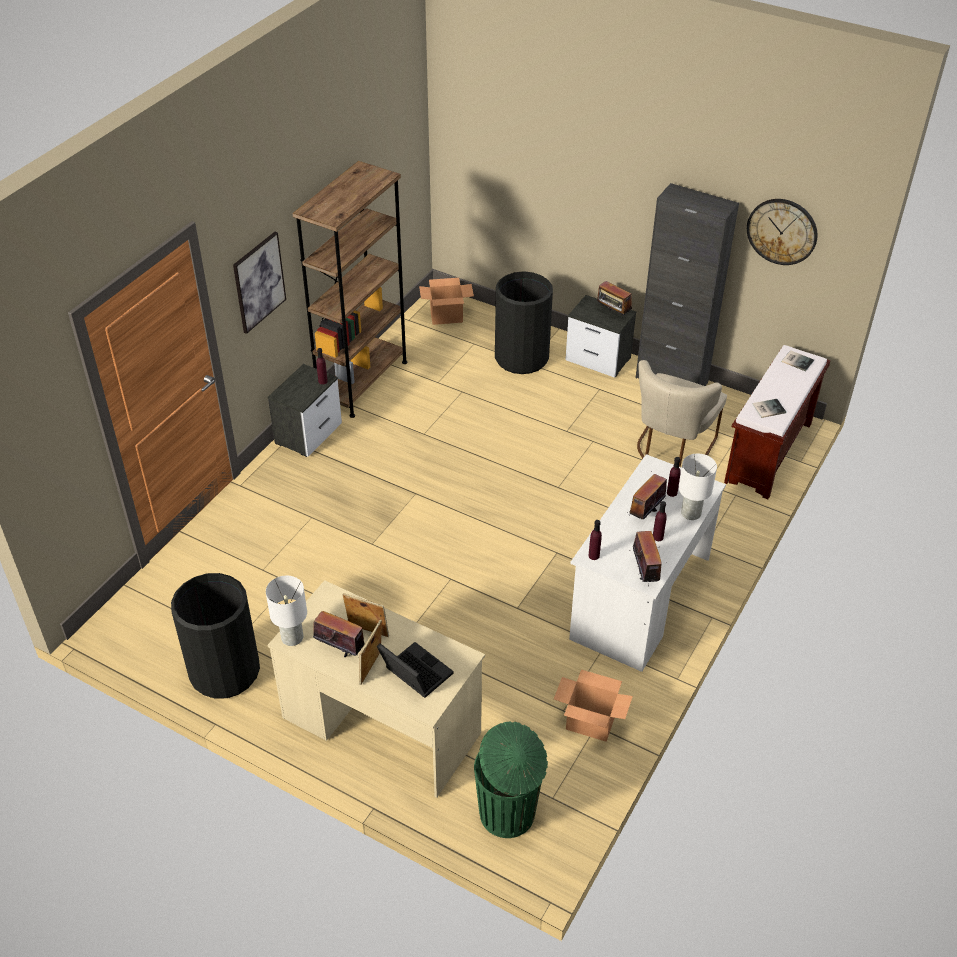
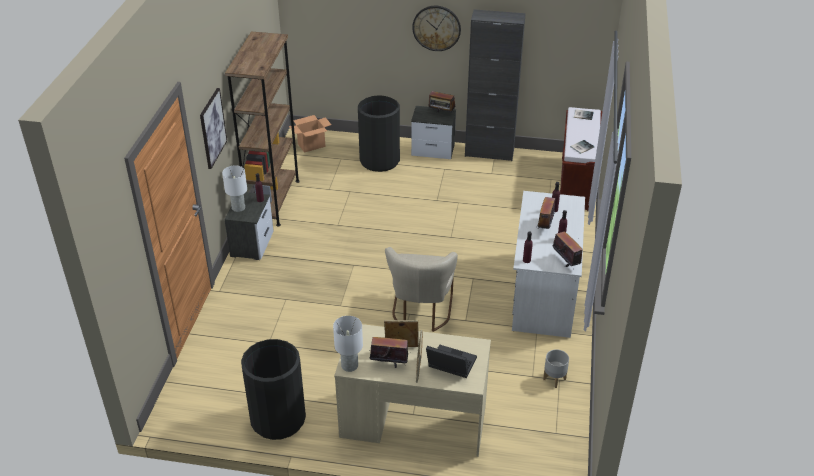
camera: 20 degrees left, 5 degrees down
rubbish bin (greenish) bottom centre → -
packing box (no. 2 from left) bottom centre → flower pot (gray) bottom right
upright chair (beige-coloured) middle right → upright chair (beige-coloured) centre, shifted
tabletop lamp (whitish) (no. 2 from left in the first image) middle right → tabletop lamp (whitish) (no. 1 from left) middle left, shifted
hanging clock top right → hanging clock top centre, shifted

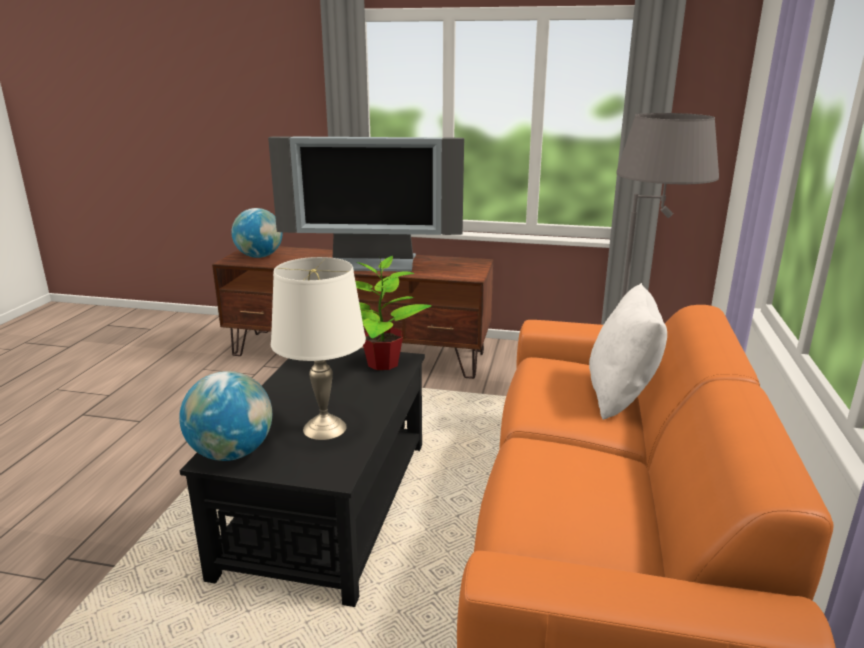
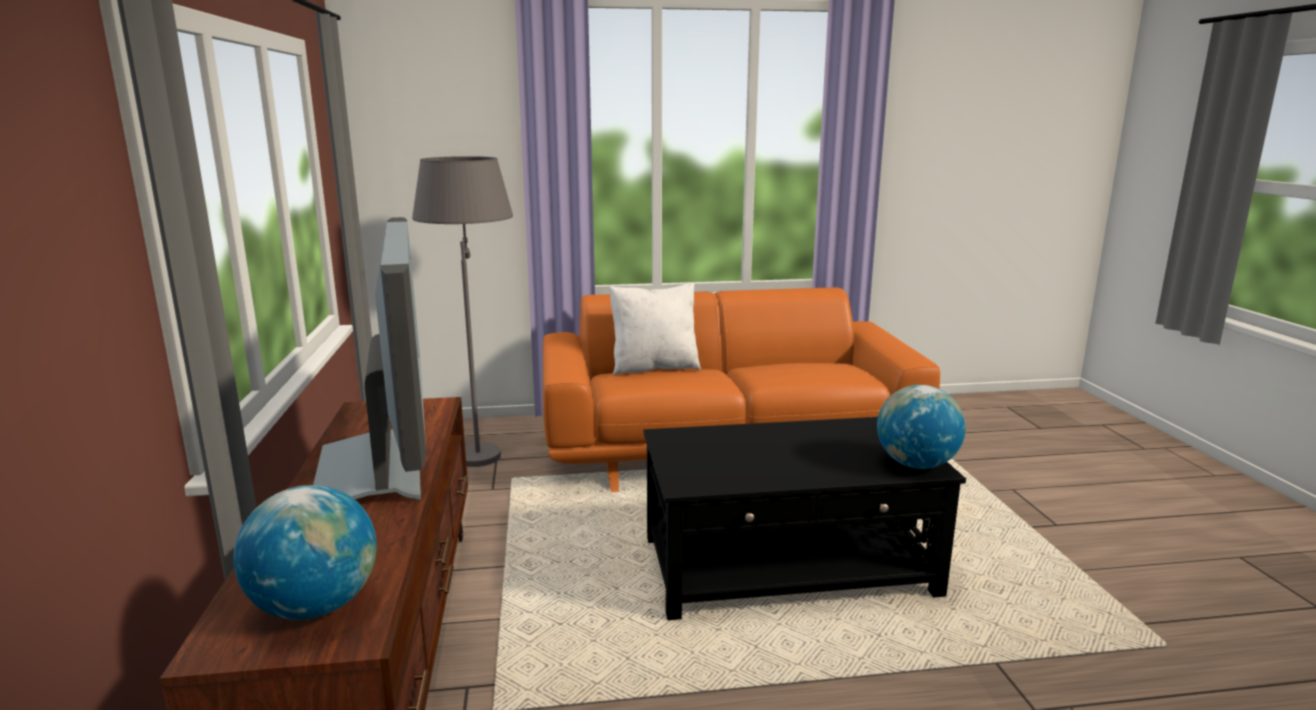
camera: 110 degrees left, 5 degrees down
tabletop lamp (whitish) centre → -
houseplant centre → -

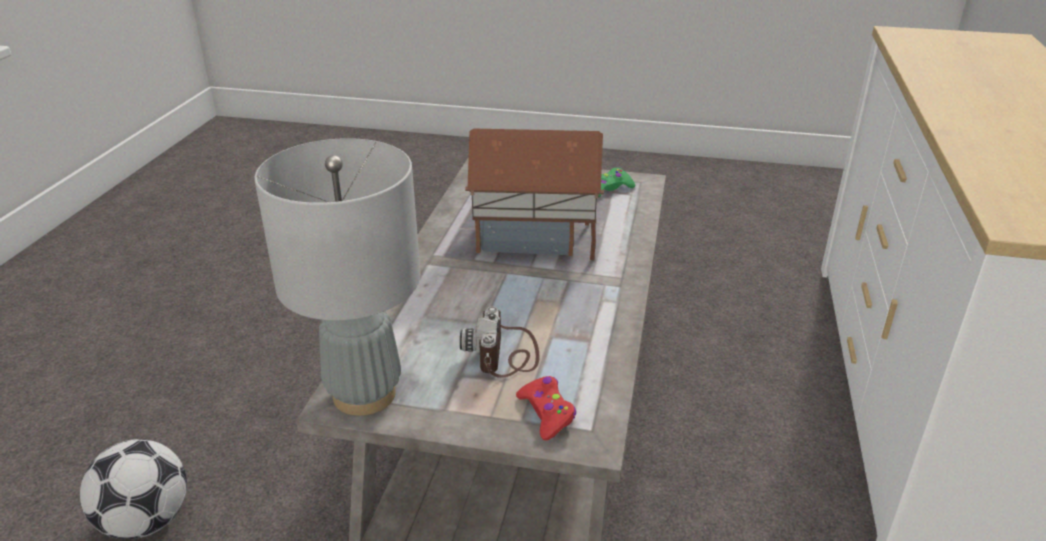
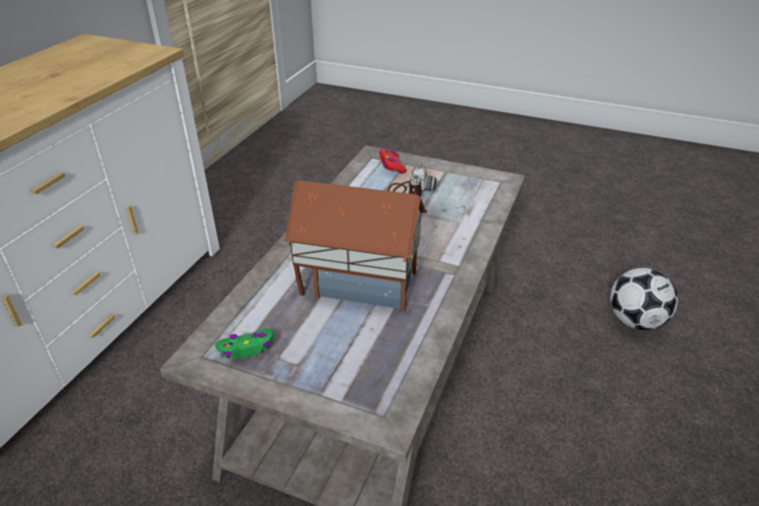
camera: 170 degrees left, 5 degrees up
tabletop lamp (gray) middle left → -

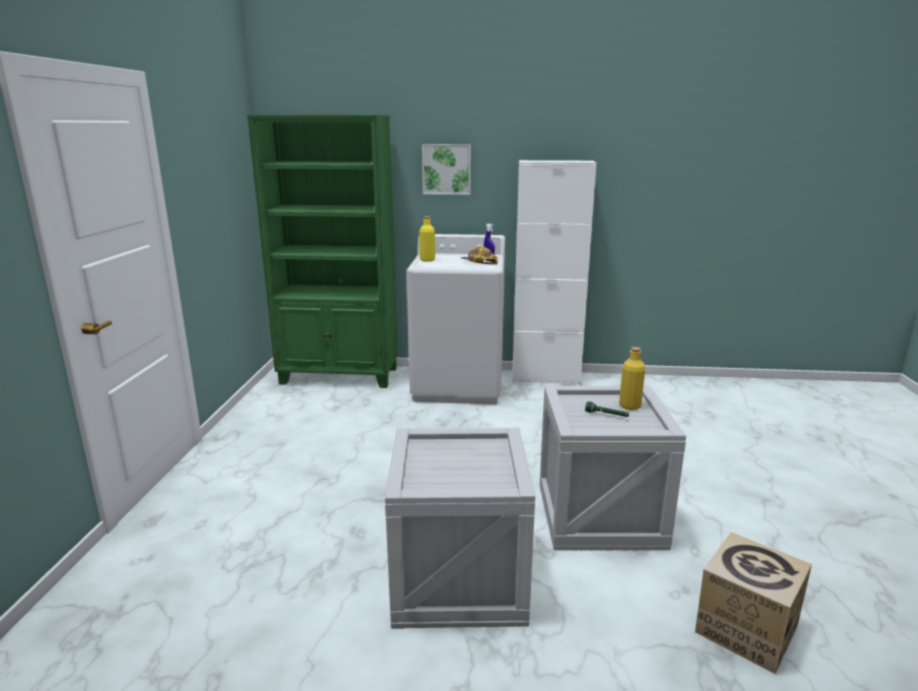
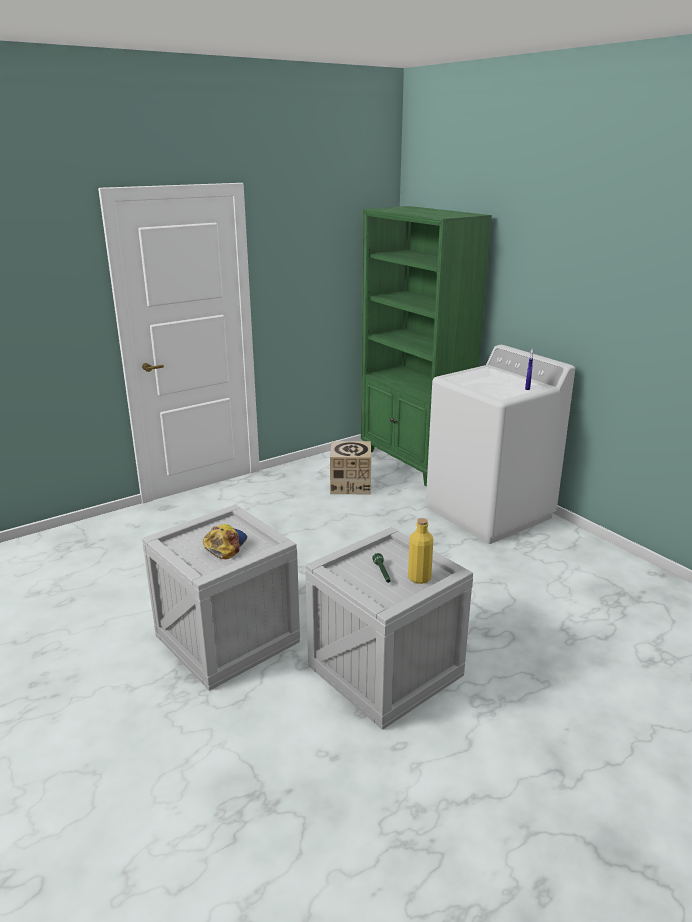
camera: 50 degrees right, 5 degrees up
drink bottle (yellowish) (no. 1 from left) centre → -
wall picture top centre → -
cap centre → cap middle left, shifted
cabinet (whitish) centre → -
packing box bottom right → packing box centre, shifted

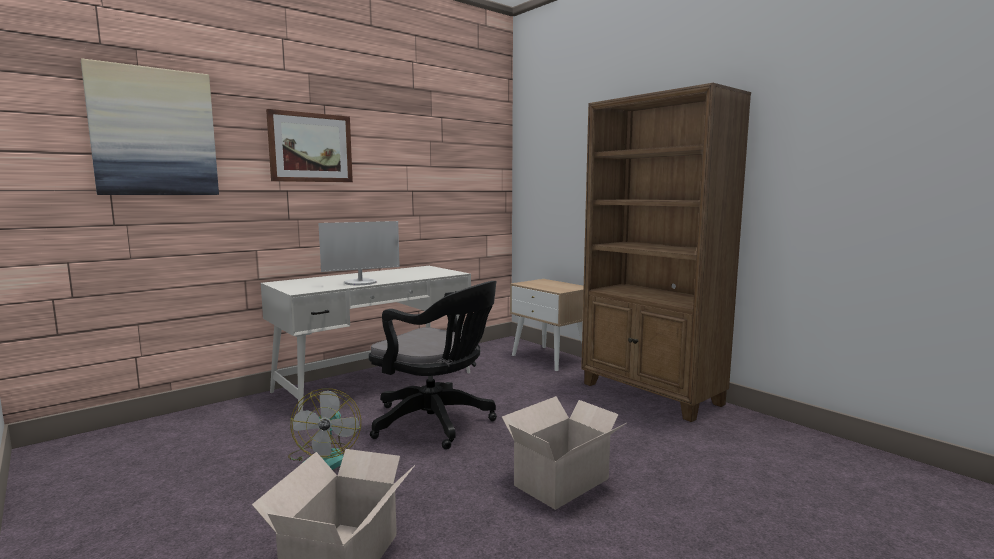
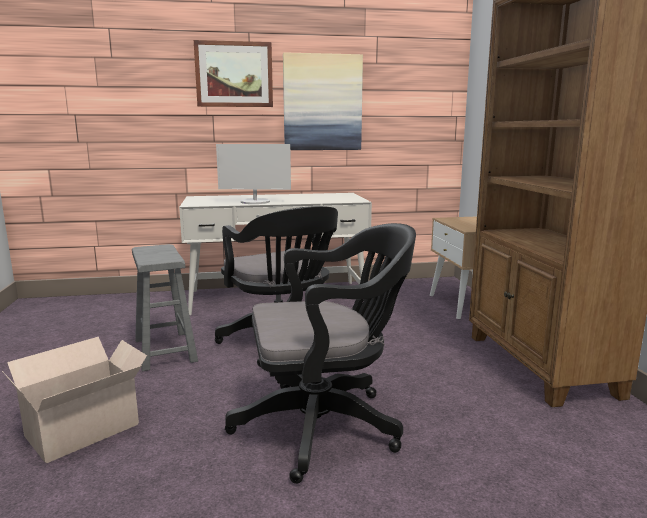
camera: 30 degrees right, 5 degrees up
wall picture (no. 1 from left in the first image) top left → wall picture (no. 2 from left) top centre, shifted
cooling fan bottom left → sitting stool (gray) middle left
packing box (no. 2 from left) bottom centre → office chair (black-coloured) (no. 2 from left) bottom centre

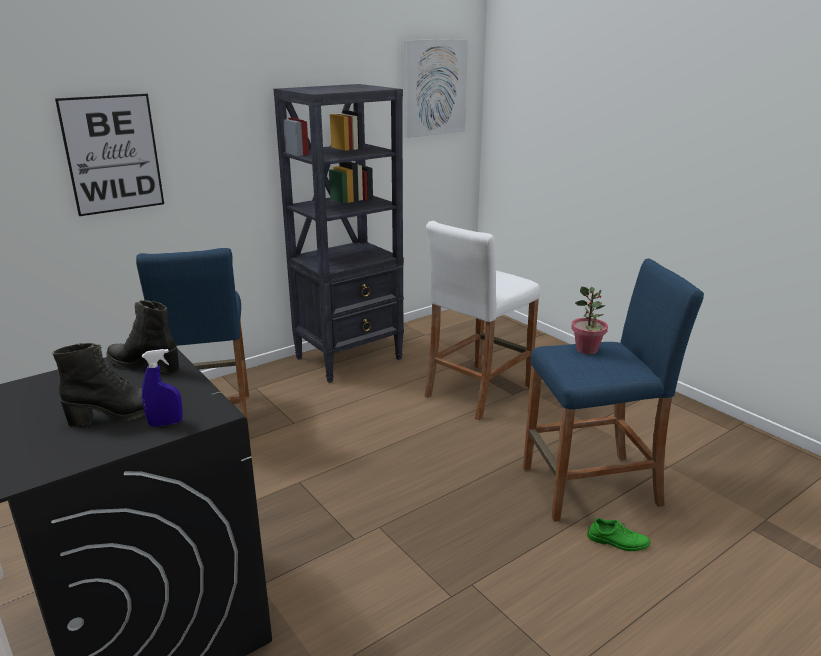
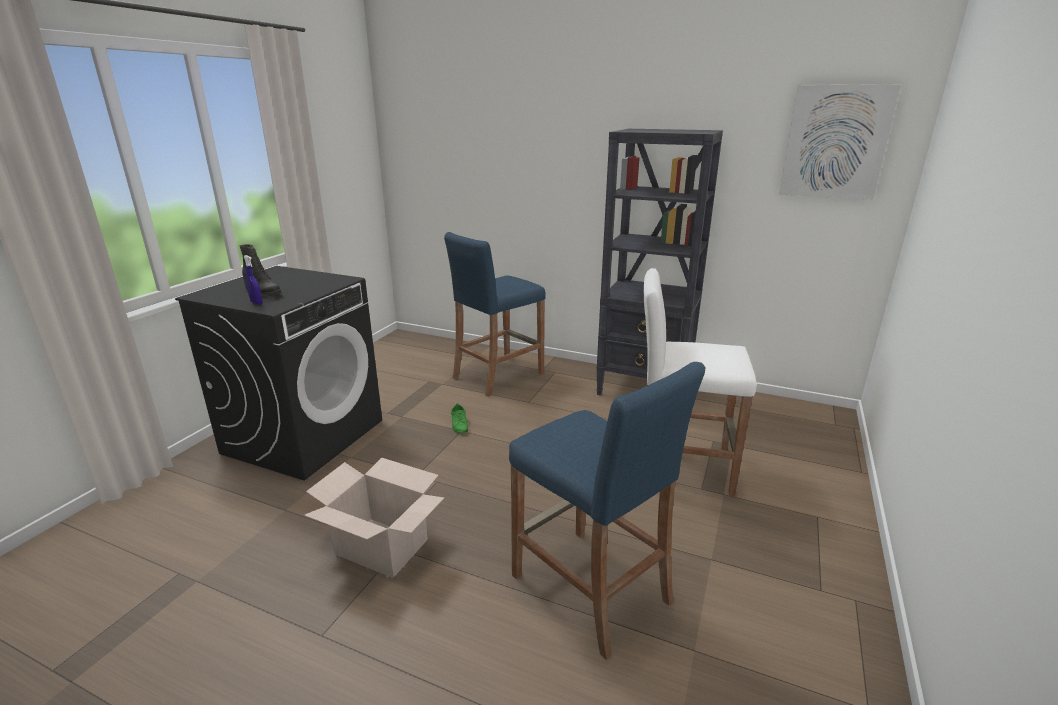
camera: 60 degrees right, 0 degrees up
wall picture (no. 1 from left) top left → -
high-top boot (black-coloured) (no. 2 from left) middle left → -
houseplant middle right → -
item of footwear (greenish) bottom right → item of footwear (greenish) centre, shifted
- → packing box bottom centre

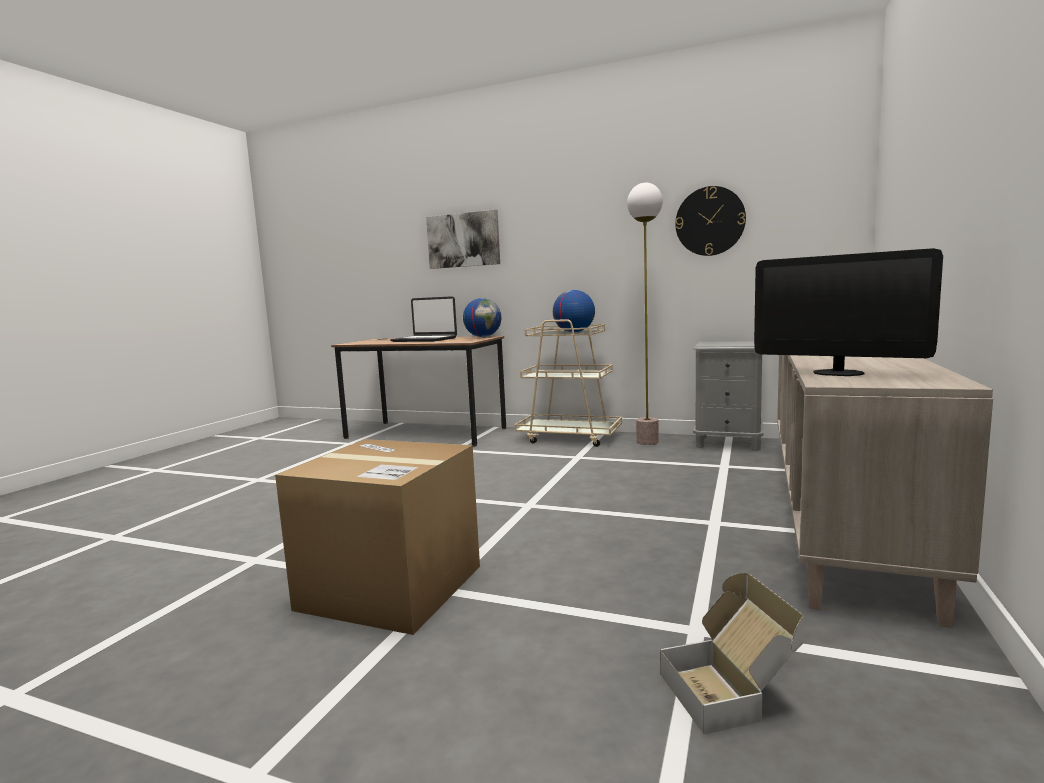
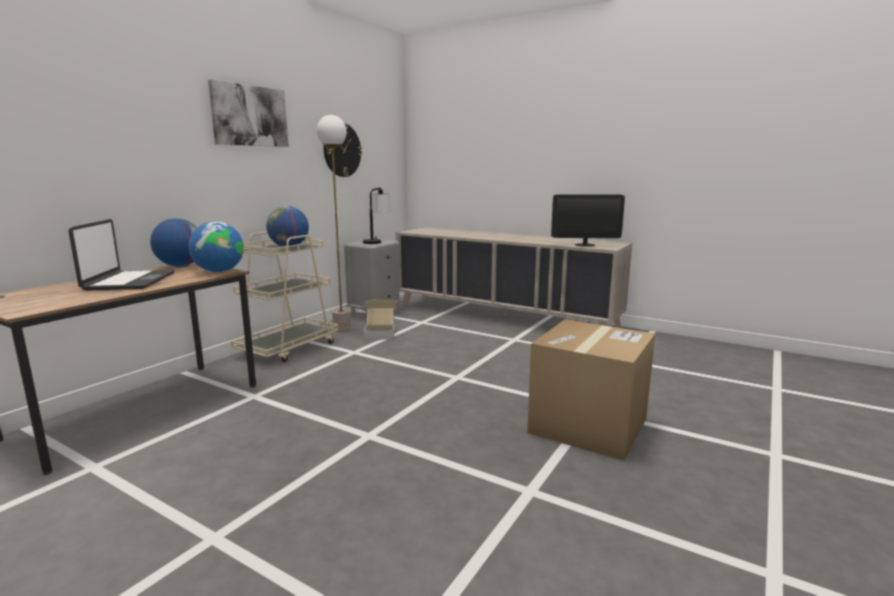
camera: 80 degrees left, 5 degrees up
notebook computer centre → notebook computer middle left, 45 degrees counterclockwise
wall picture top centre → wall picture top left, shifted
packing box (no. 2 from left in the first image) bottom right → packing box (no. 1 from left) centre, shifted
computer screen middle right → computer screen centre, 45 degrees clockwise
- → desk globe (no. 2 from left) middle left
- → tabletop lamp centre

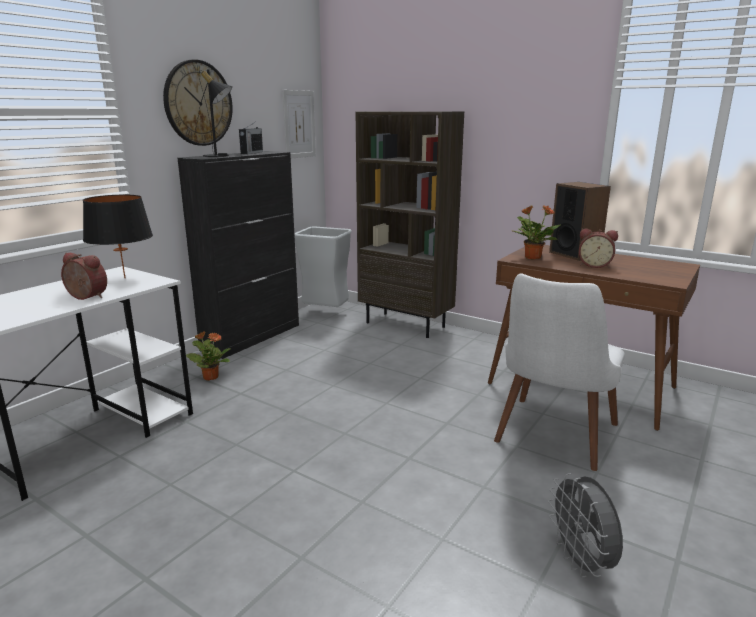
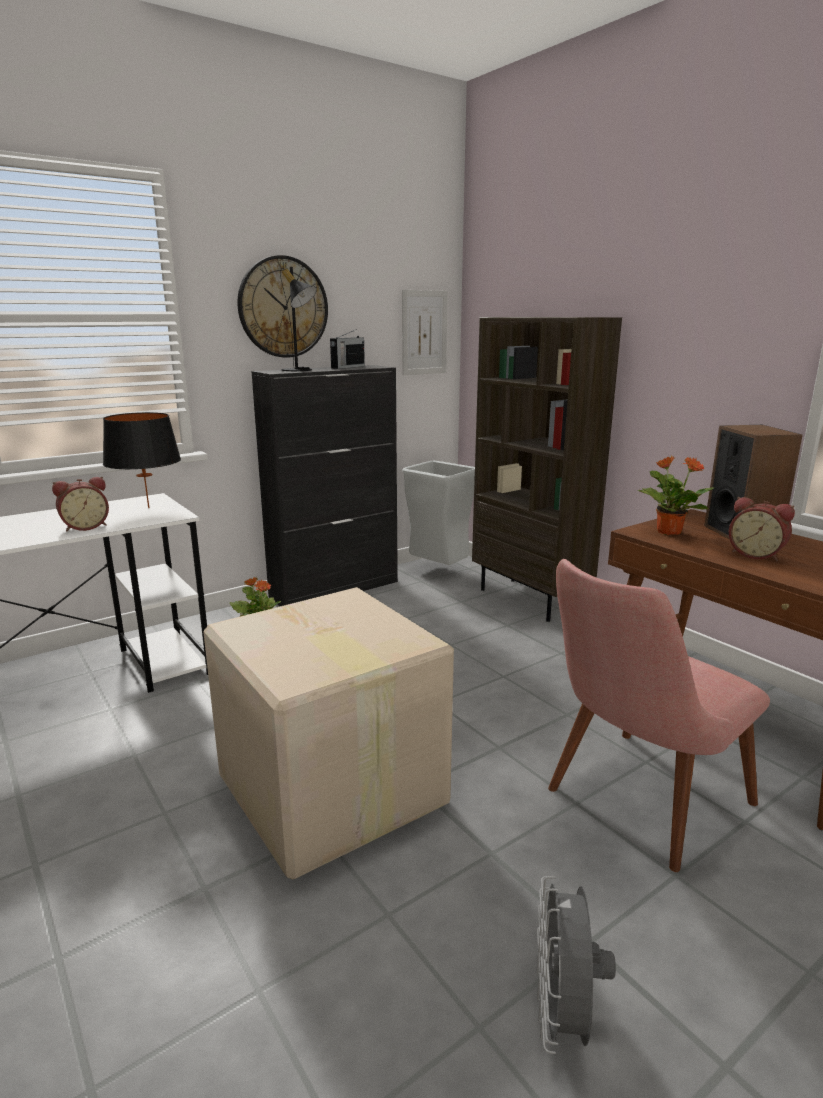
camera: 20 degrees right, 0 degrees up
table clock (no. 1 from left) middle left, 105 degrees clockwise
upright chair (whitish) middle right → upright chair (pink) middle right
- → packing box bottom centre

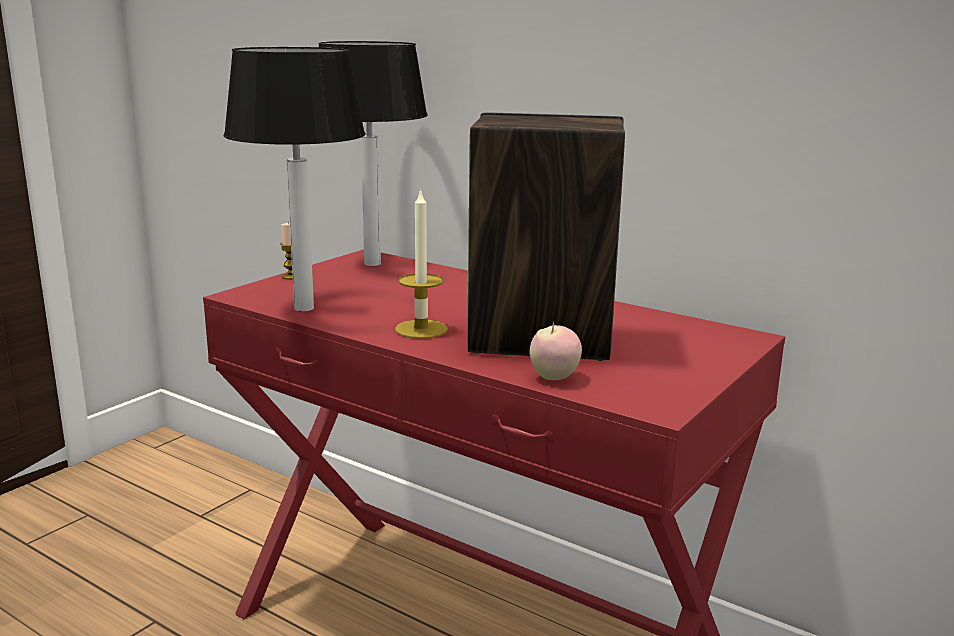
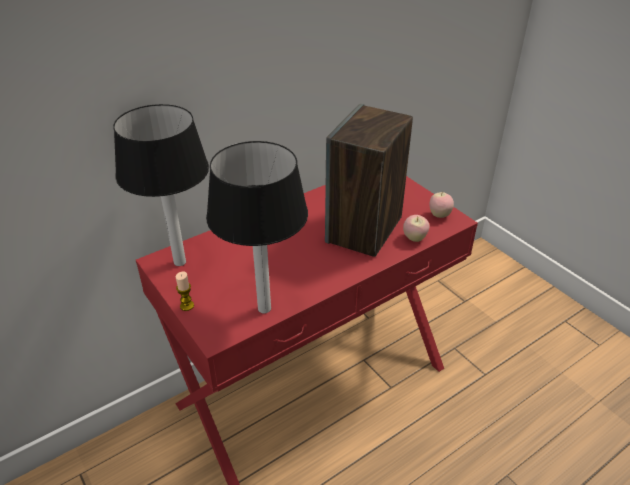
camera: 70 degrees left, 20 degrees up
candle (no. 2 from left) centre → -
- → apple fruit (no. 2 from left) middle right

